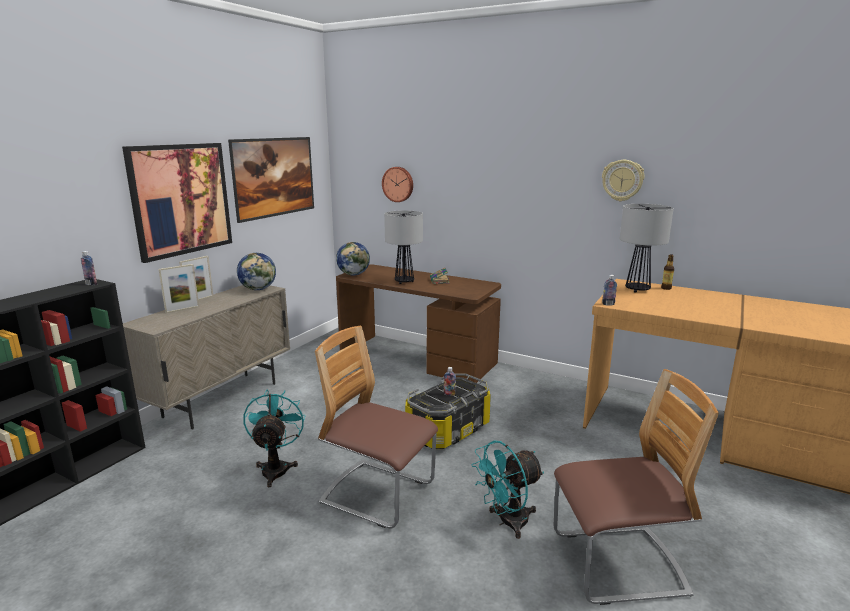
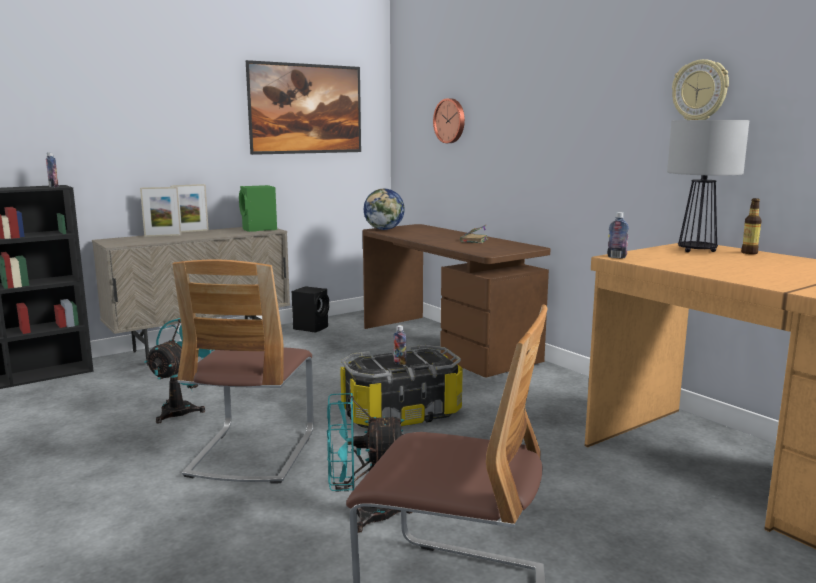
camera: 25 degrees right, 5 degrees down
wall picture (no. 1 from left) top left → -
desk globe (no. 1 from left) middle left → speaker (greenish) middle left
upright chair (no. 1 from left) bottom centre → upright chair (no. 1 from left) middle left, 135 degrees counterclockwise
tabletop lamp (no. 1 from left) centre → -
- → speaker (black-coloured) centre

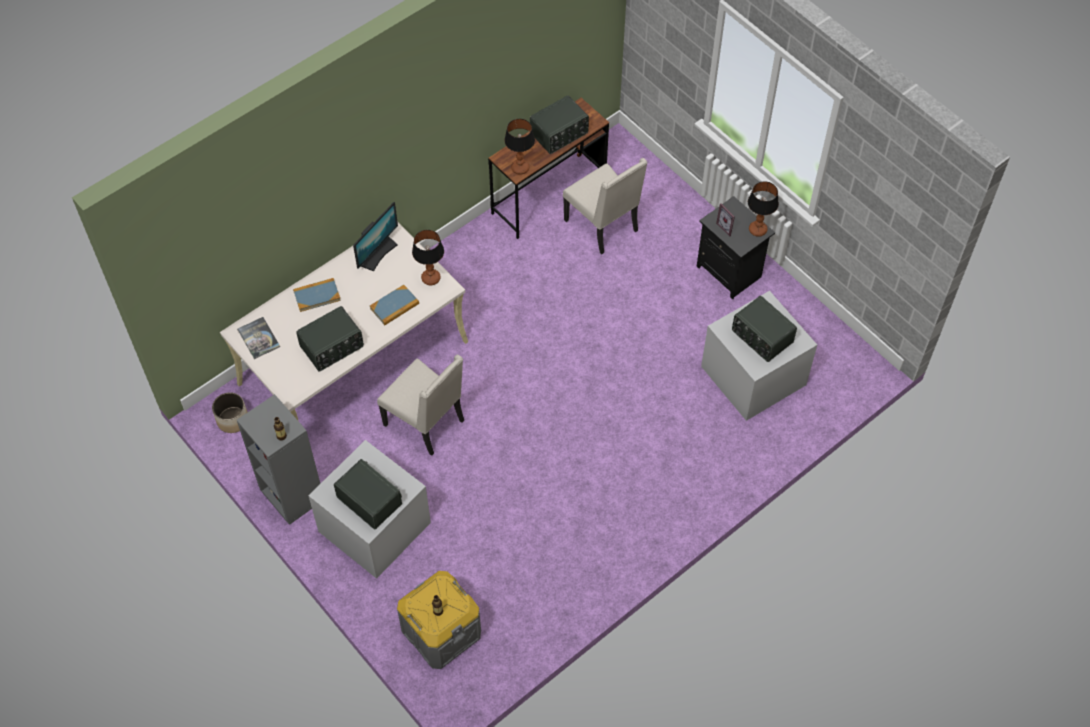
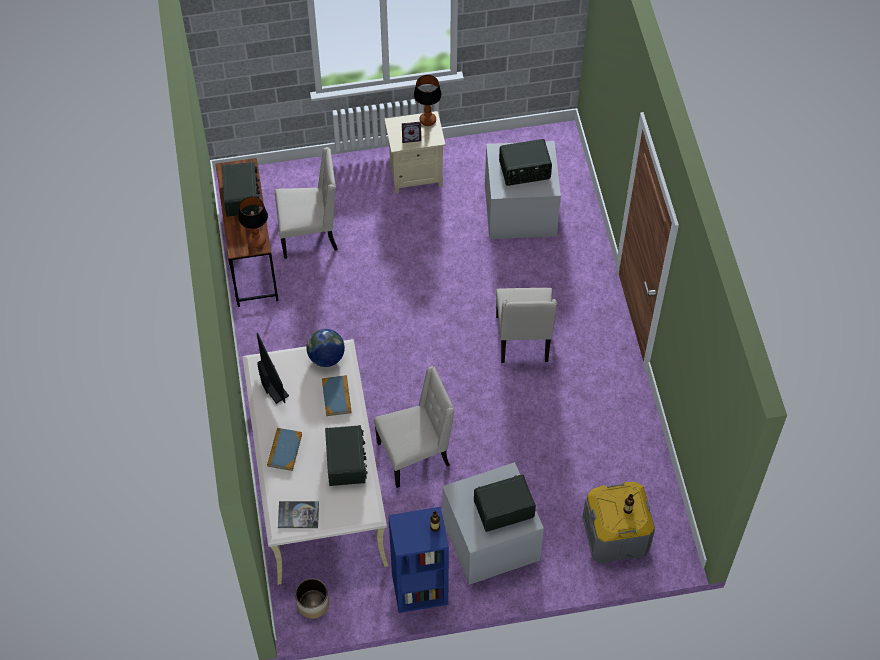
camera: 60 degrees left, 0 degrees up
bookcase (gray) middle left → bookcase (blue-coloured) bottom centre
tabletop lamp (no. 1 from left) centre → desk globe centre
night table (black-coloured) middle right → night table (beige-coloured) top centre
- → upright chair (beige-coloured) (no. 3 from left) centre

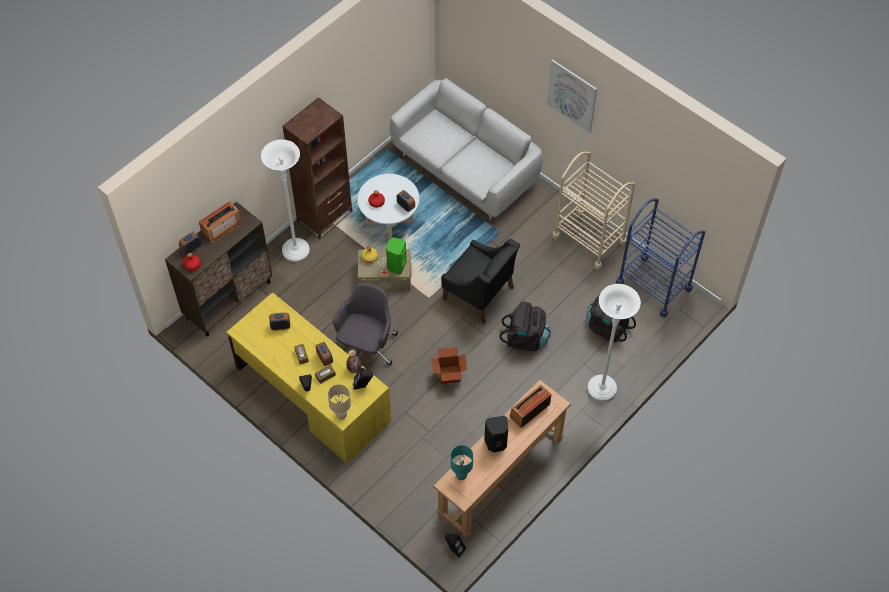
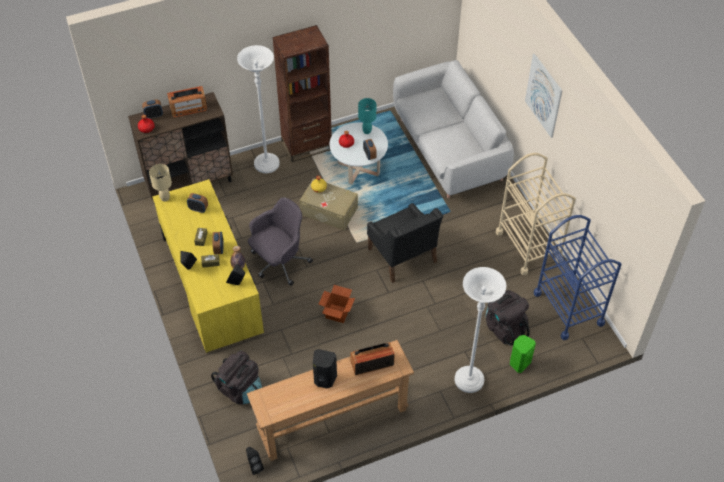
camera: 25 degrees right, 5 degrees down
tabletop lamp (beige-coloured) bottom centre → tabletop lamp (beige-coloured) middle left, shifted
speaker (greenish) centre → speaker (greenish) bottom right, shifted
tabletop lamp (blue-green) bottom centre → tabletop lamp (blue-green) top centre, shifted
backpack (black-coloured) (no. 1 from left) centre → backpack (black-coloured) (no. 1 from left) bottom left, shifted

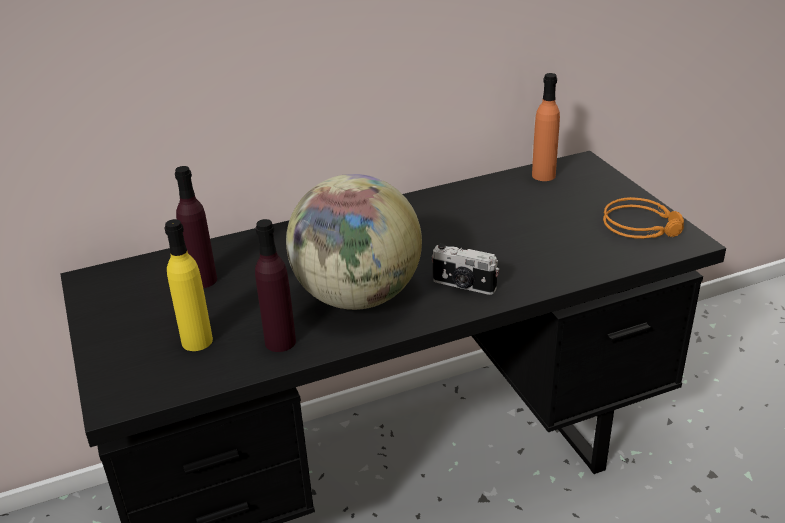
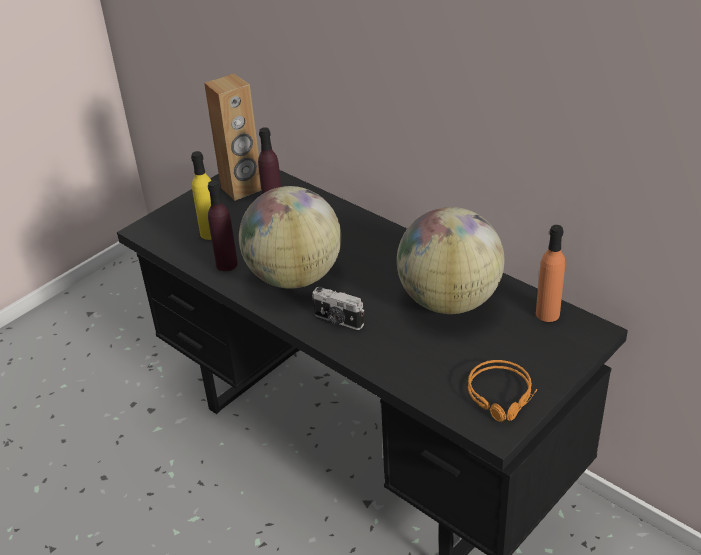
camera: 65 degrees right, 5 degrees up
still camera centre, 60 degrees counterclockwise
- → speaker (brownish) top left
- → desk globe (no. 2 from left) centre

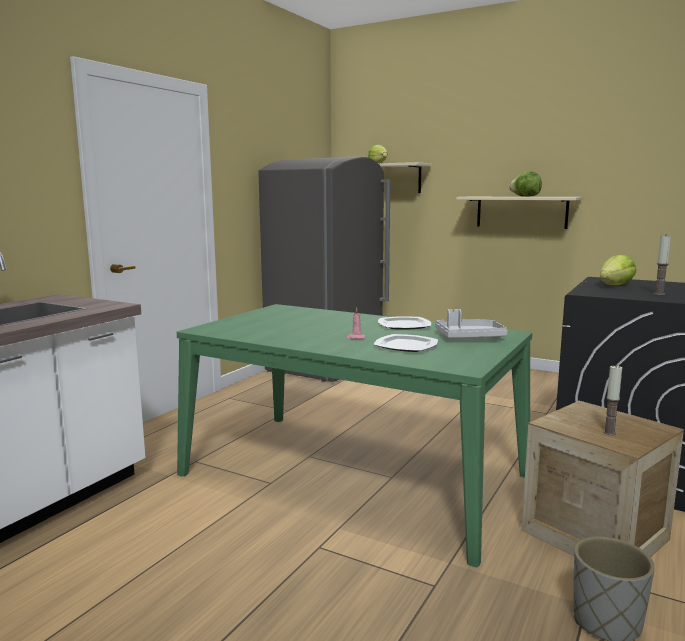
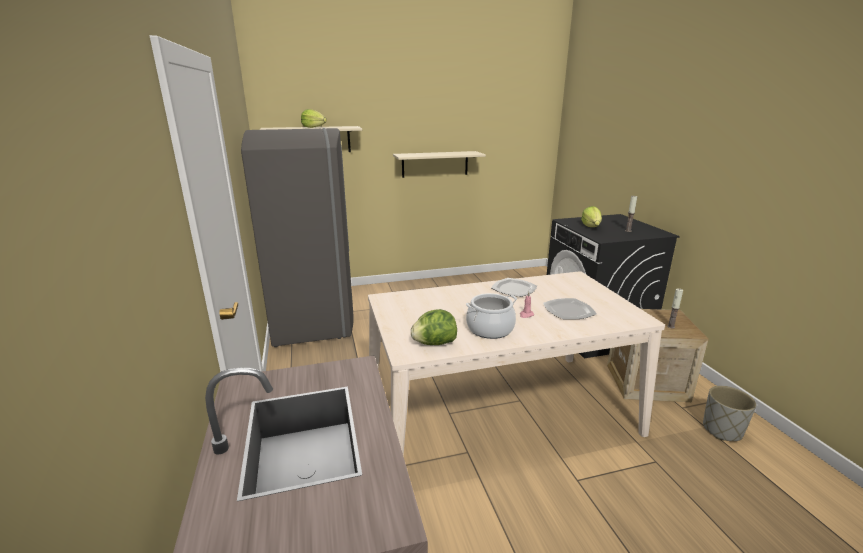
camera: 45 degrees left, 10 degrees up
dining table (greenish) bottom centre → dining table (beige-coloured) centre
serving tray (gray) middle right → -
lettuce (no. 2 from left) top right → lettuce (no. 2 from left) centre, shifted
- → stockpot centre

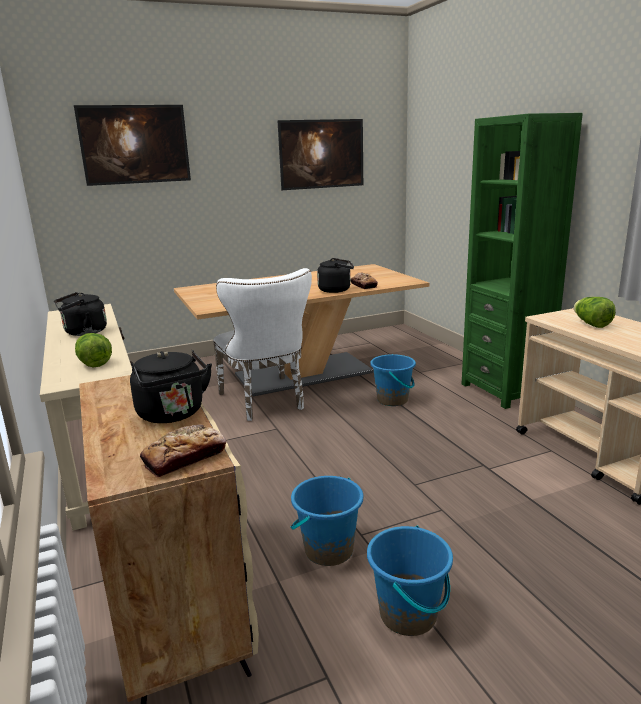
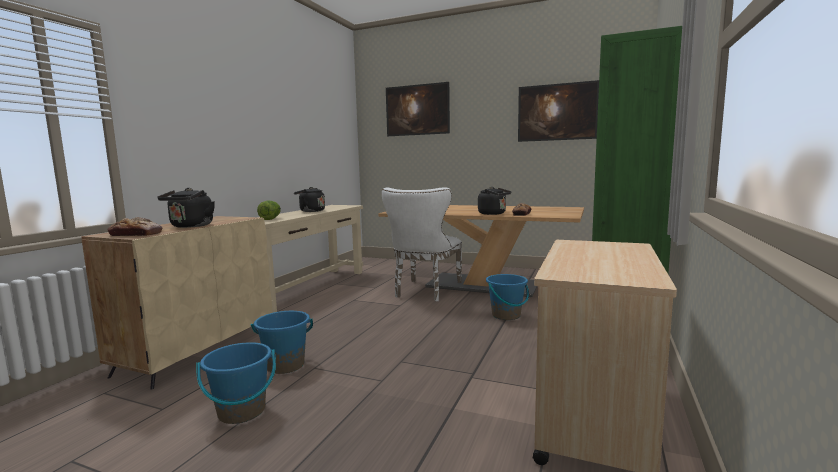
camera: 45 degrees right, 10 degrees down
lettuce (no. 2 from left) middle right → -

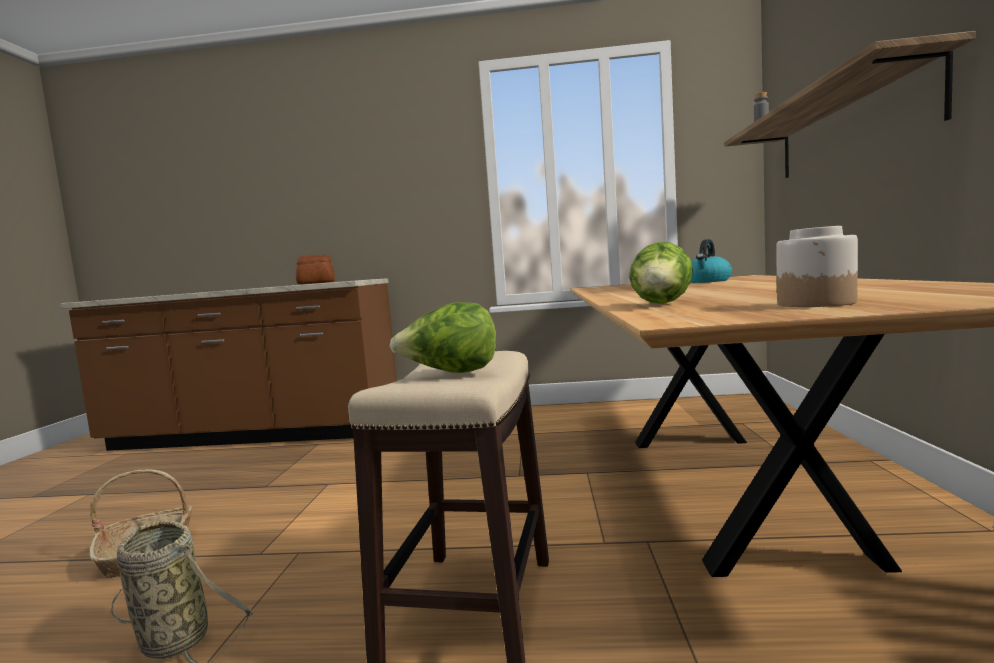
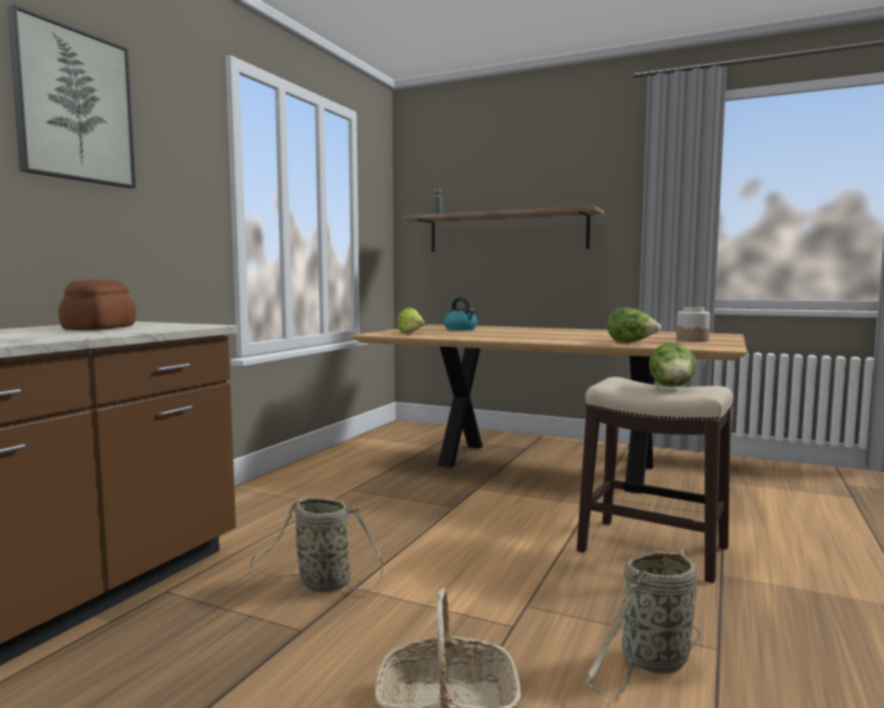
camera: 70 degrees left, 0 degrees up
- → wall picture top left
- → storage basket (no. 1 from left) bottom centre
- → lettuce (no. 1 from left) centre

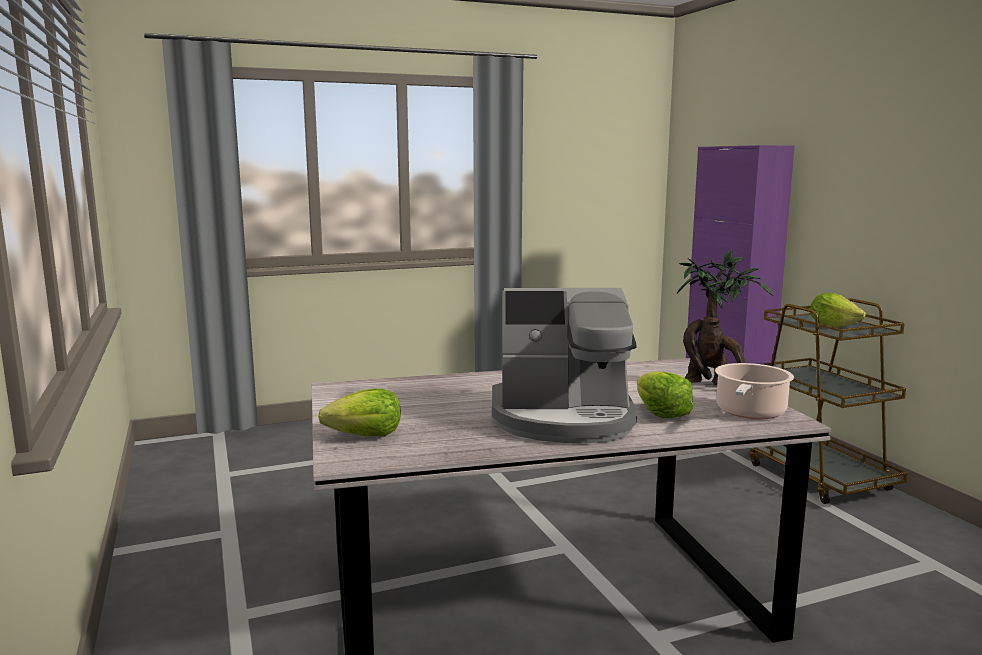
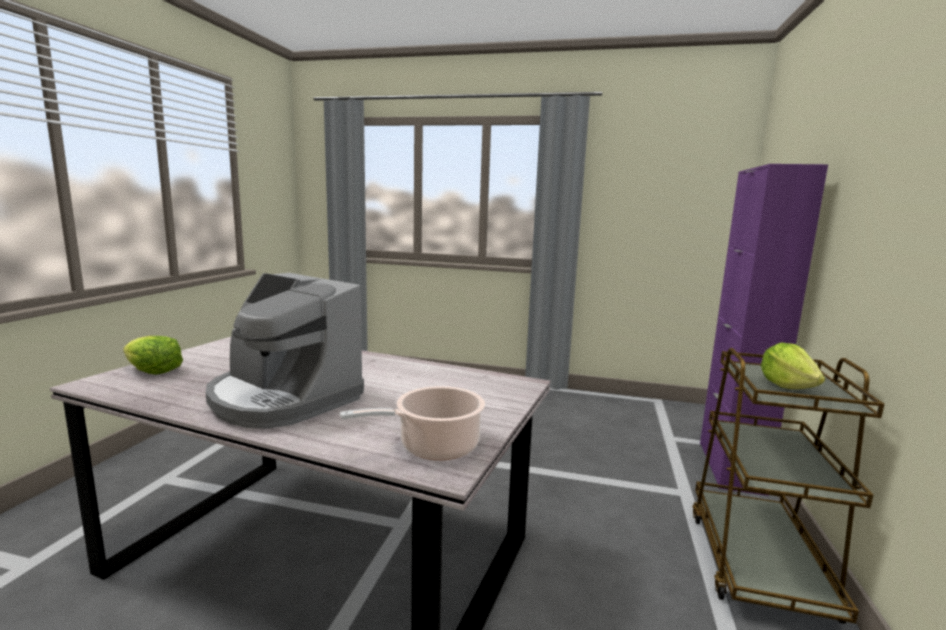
camera: 35 degrees right, 0 degrees up
lettuce (no. 2 from left) middle right → -
houseplant middle right → -

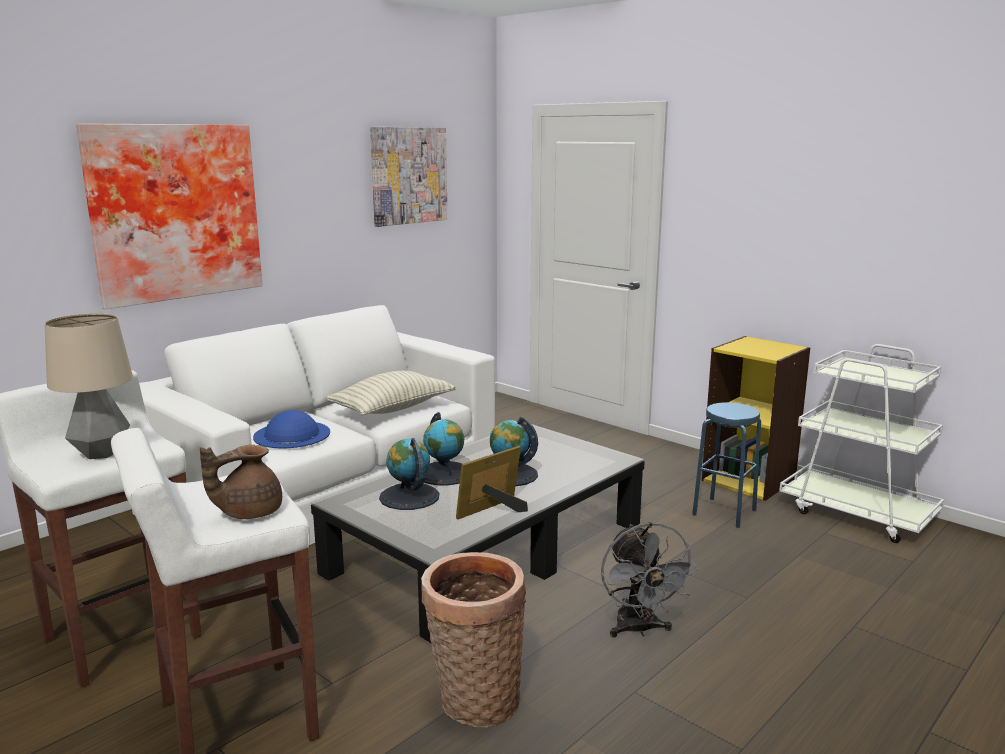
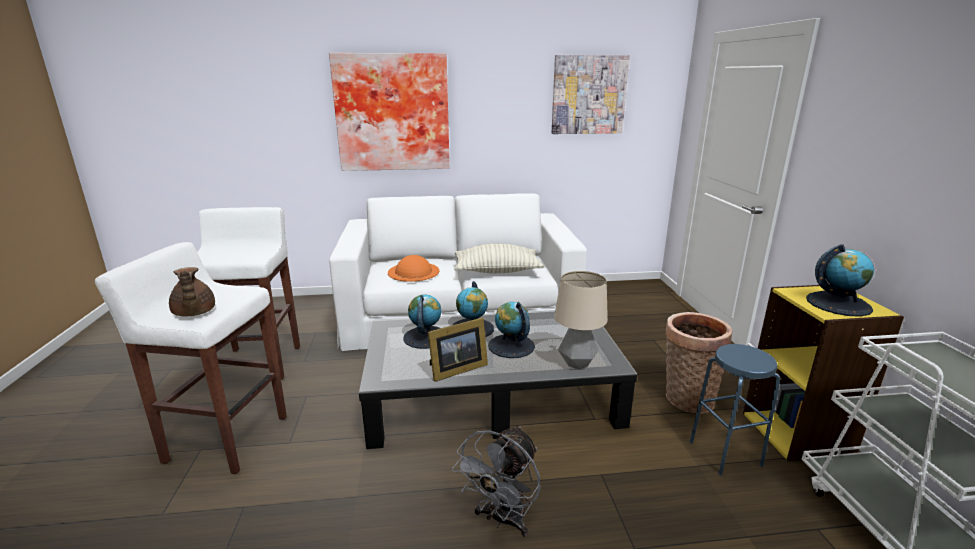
camera: 40 degrees right, 5 degrees up
tabletop lamp middle left → tabletop lamp centre, shifted
teapot (brownish) middle left, 120 degrees counterclockwise
clothing hat (blue-coloured) middle left → clothing hat (orange) centre
storage basket bottom centre → storage basket middle right, shifted
photo frame centre, 150 degrees clockwise
- → desk globe (no. 4 from left) middle right

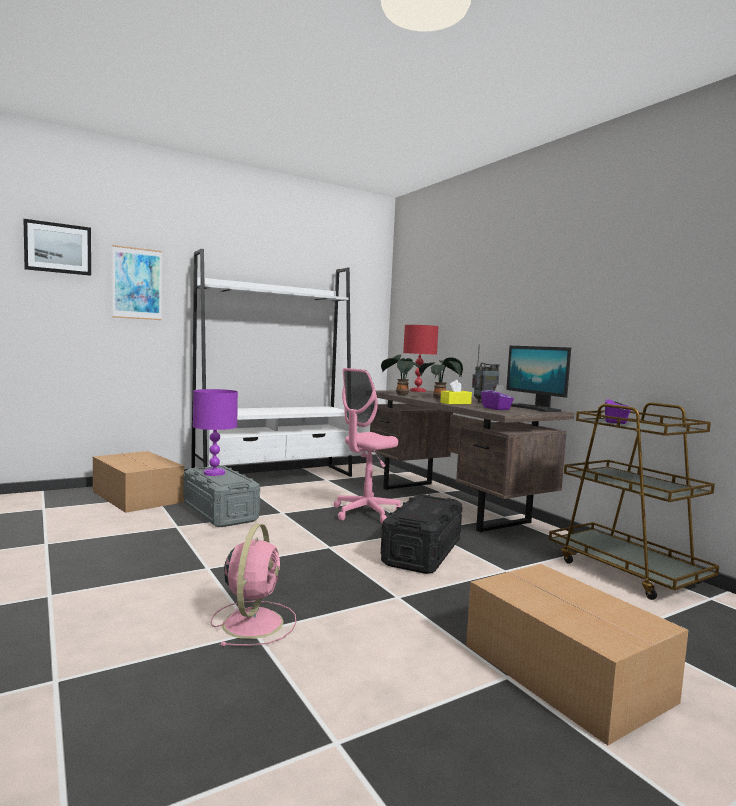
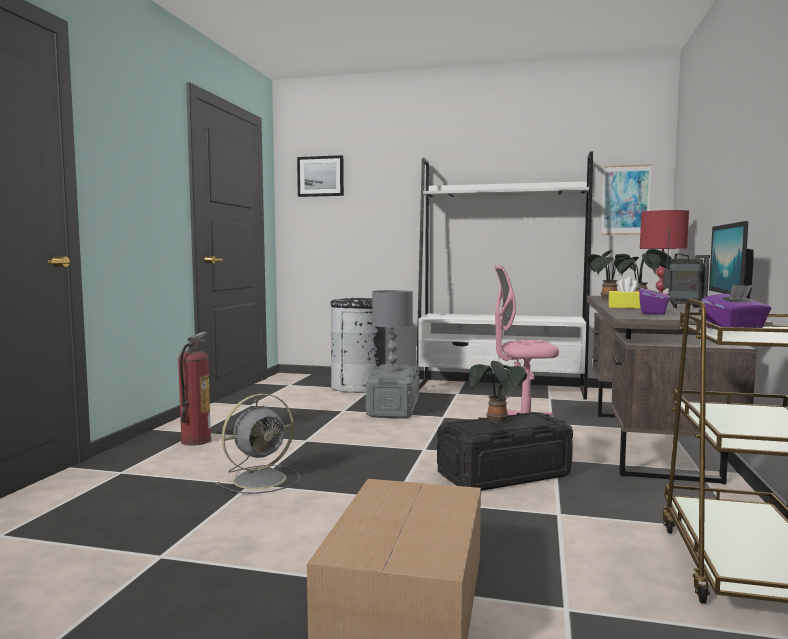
camera: 45 degrees right, 0 degrees up
packing box (no. 1 from left) middle left → rubbish bin (black-coloured) centre
wall picture (no. 2 from left) middle left → wall picture (no. 2 from left) top right, shifted
tabletop lamp (purple-coloured) middle left → tabletop lamp (gray) centre
cooling fan (pink) bottom centre → cooling fan (gray) bottom left
- → fire extinguisher middle left
- → houseplant (no. 1 from left) centre

